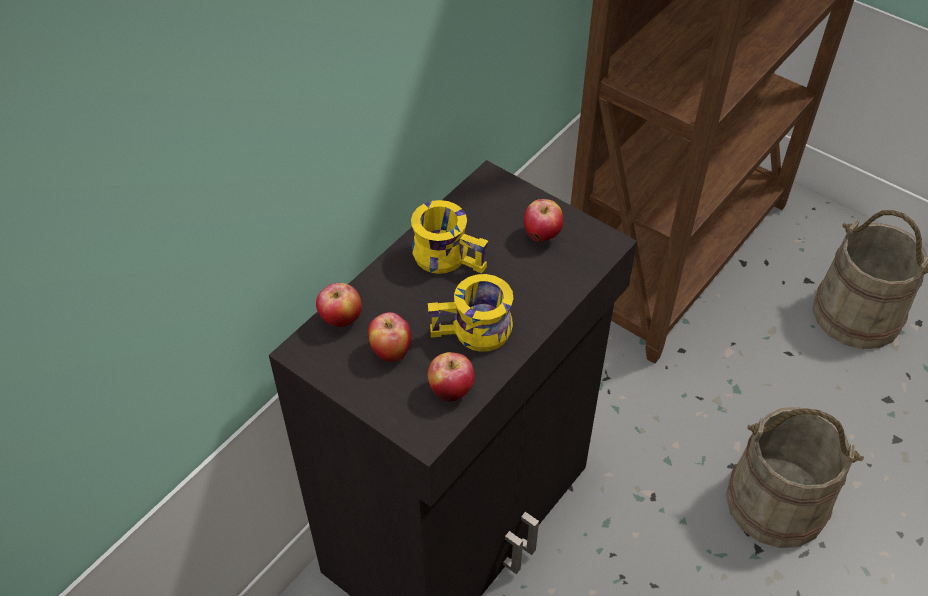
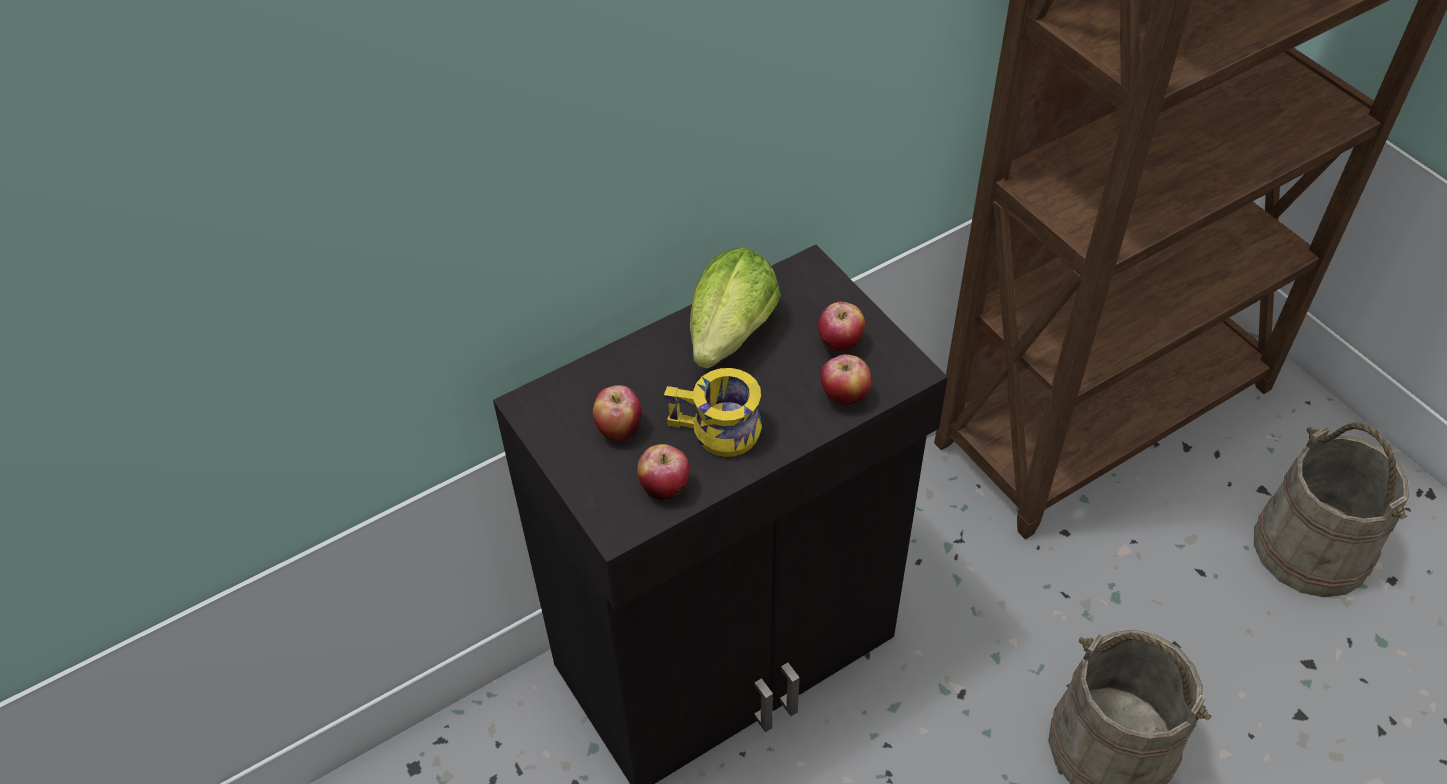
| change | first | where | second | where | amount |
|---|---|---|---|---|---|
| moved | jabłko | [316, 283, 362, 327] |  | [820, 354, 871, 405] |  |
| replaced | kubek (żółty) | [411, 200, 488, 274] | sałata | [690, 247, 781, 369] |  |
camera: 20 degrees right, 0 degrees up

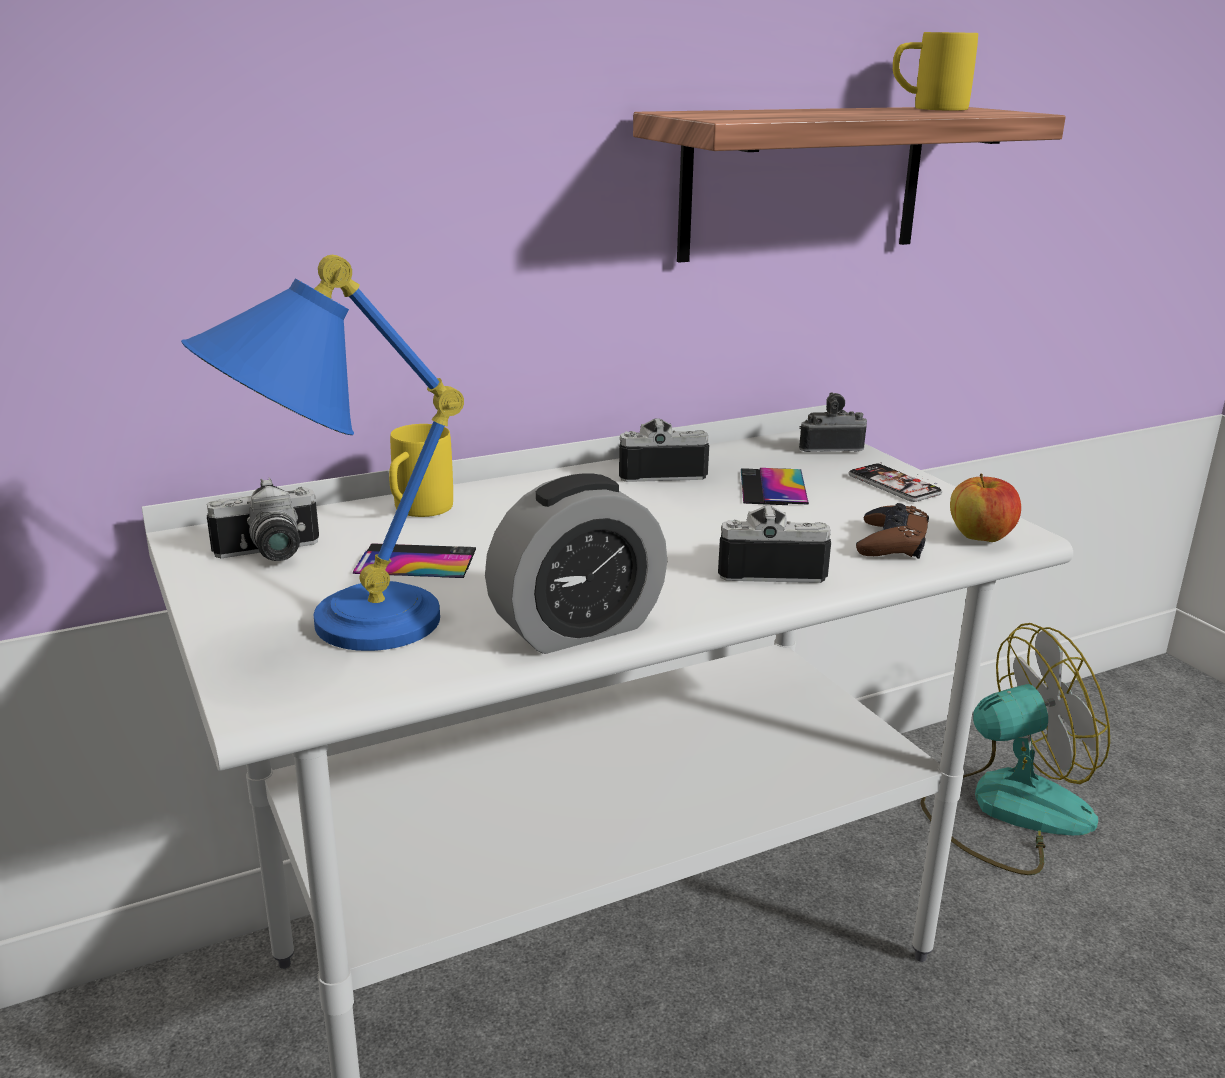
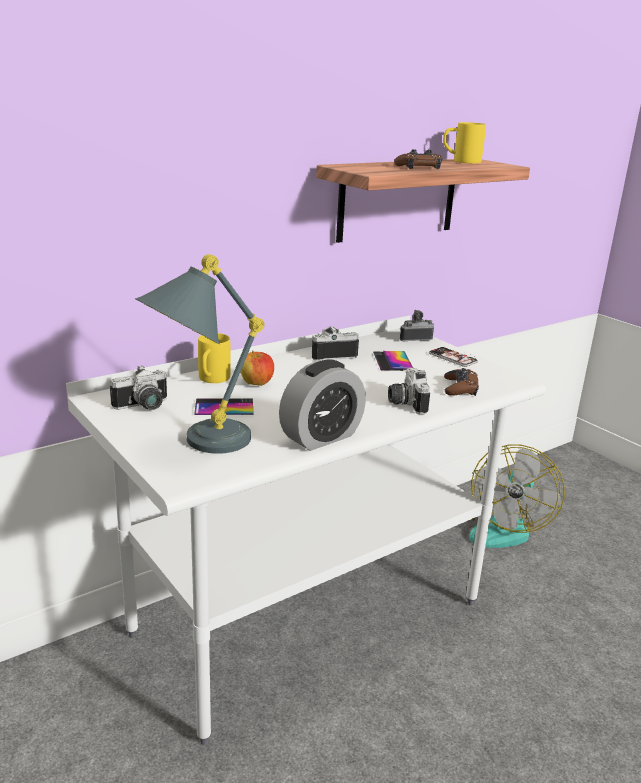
| change | first | where | second | where | amount |
|---|---|---|---|---|---|
| added |  |  | pad do gier (brązowy) | [394, 149, 442, 170] |  |
| moved | jabłko | [950, 473, 1021, 542] |  | [240, 350, 274, 386] |  |
| recoloured | lampa stołowa (niebieski) | [181, 255, 464, 651] | lampa stołowa (szary) | [135, 254, 265, 454] |  |
| turned | aparat fotograficzny | [718, 506, 831, 583] |  | [388, 368, 430, 414] | 90 degrees counterclockwise |
| turned | wentylator | [920, 623, 1110, 875] |  | [469, 444, 565, 548] | 135 degrees clockwise |
camera: 10 degrees left, 0 degrees up

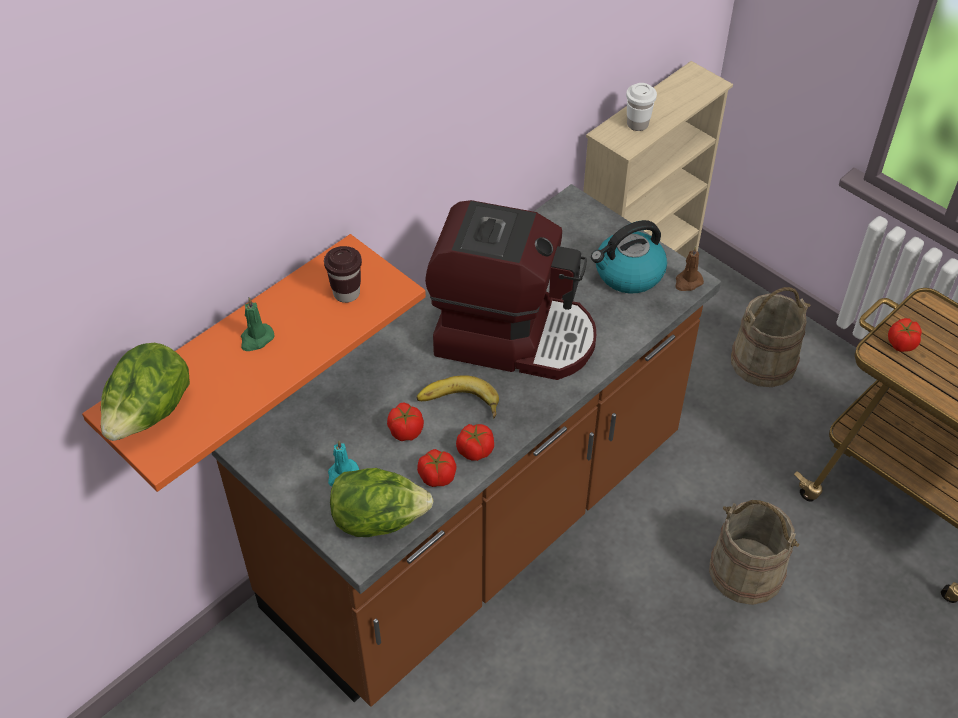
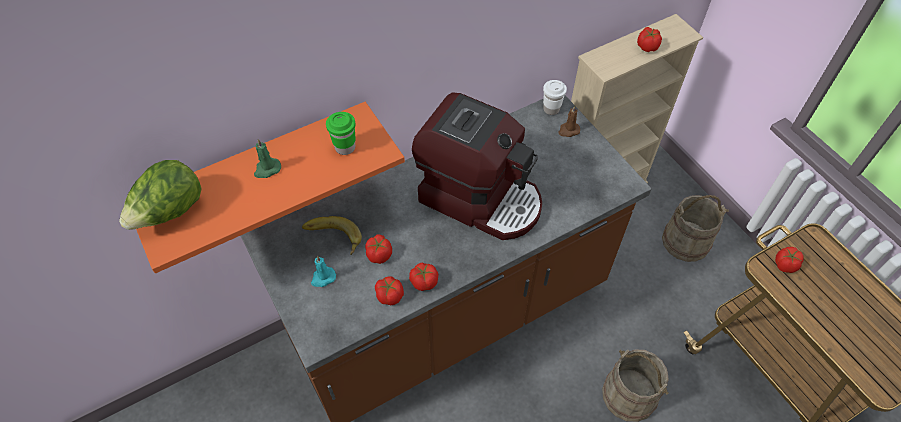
| change | first | where | second | where | amount |
|---|---|---|---|---|---|
| removed | sałata | [330, 468, 433, 537] |  |  |  |
| removed | czajnik | [591, 220, 667, 293] |  |  |  |
| added |  |  | pomidor | [637, 27, 662, 52] |  |
| moved | banan | [417, 375, 499, 418] |  | [302, 216, 362, 255] |  |
| moved | filiżanka (biały) | [626, 83, 657, 131] |  | [543, 80, 567, 115] |  |
| moved | świeca (brązowy) | [675, 246, 704, 291] |  | [558, 105, 580, 137] |  |
| recoloured | filiżanka (brązowy) | [324, 246, 362, 303] | filiżanka (zielony) | [326, 112, 356, 155] |  |
camera: 15 degrees right, 5 degrees up

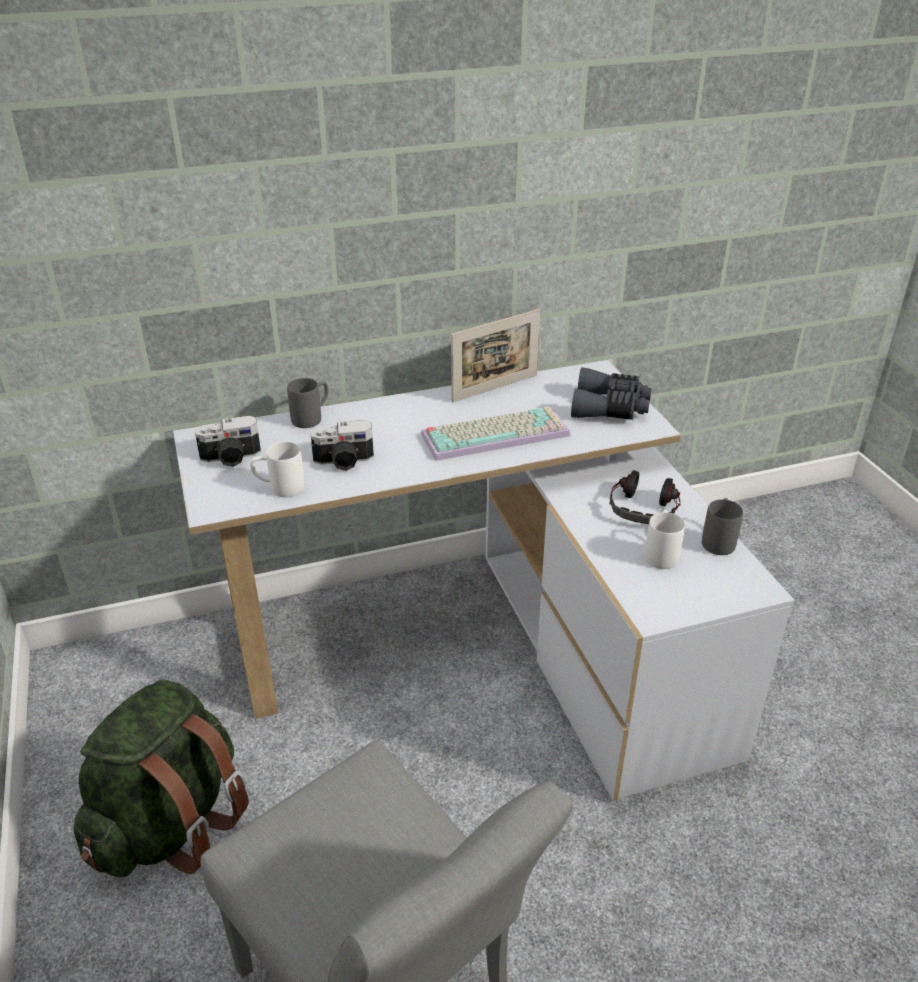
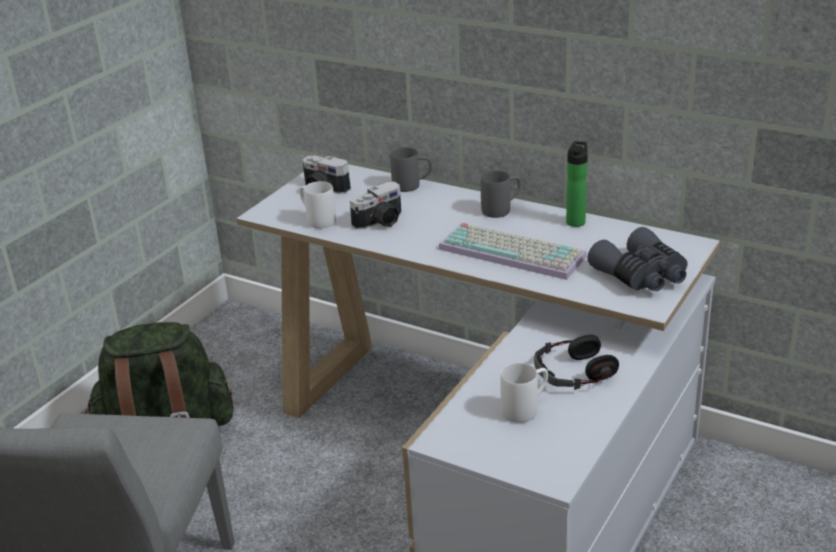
| change | first | where | second | where | amount |
|---|---|---|---|---|---|
| moved | kubek (szary) | [702, 498, 743, 555] |  | [481, 171, 521, 218] |  |
| replaced | ramka na zdjęcie | [451, 309, 540, 402] | butelka | [566, 141, 588, 227] |  |
| turned | aparat fotograficzny | [310, 420, 374, 471] |  | [350, 182, 401, 230] | 75 degrees counterclockwise |
camera: 50 degrees right, 5 degrees down

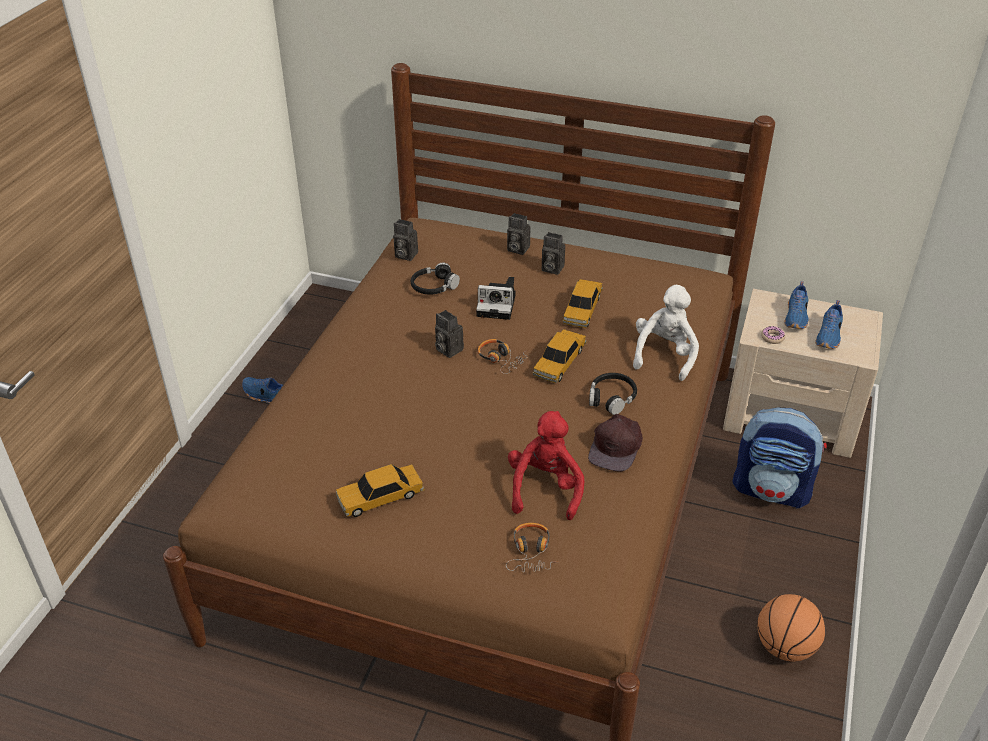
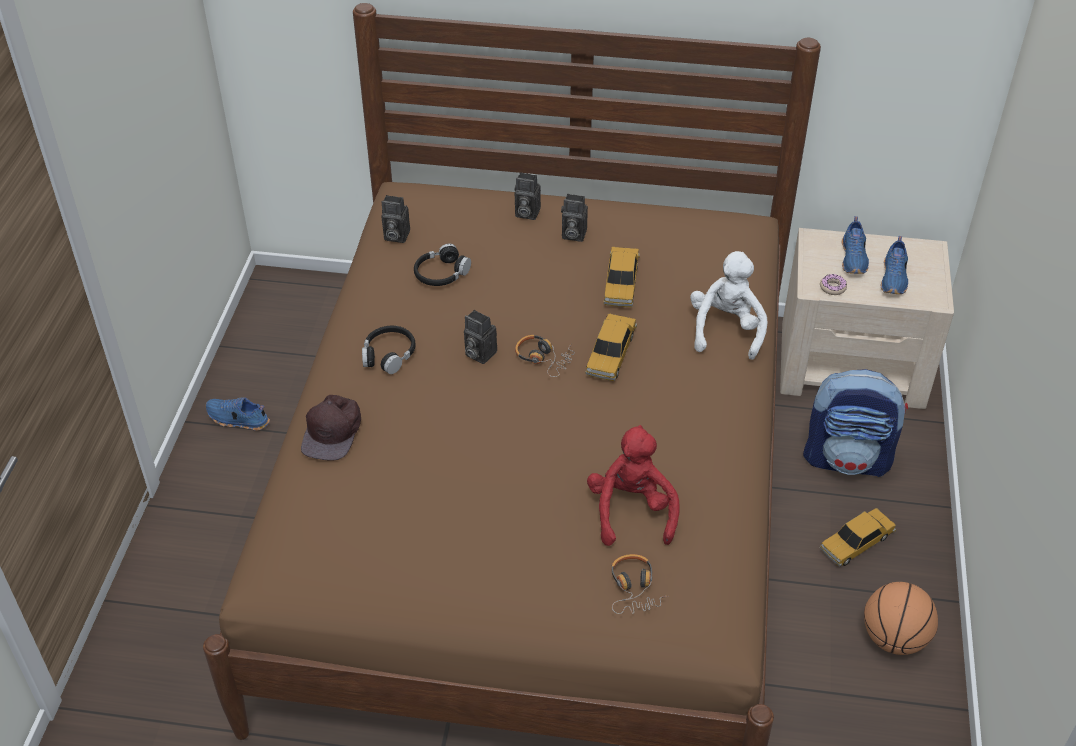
| change | first | where | second | where | amount |
|---|---|---|---|---|---|
| removed | aparat fotograficzny | [476, 277, 516, 320] |  |  |  |
| moved | samochodzik | [336, 464, 424, 517] |  | [820, 508, 896, 567] |  |
| moved | czapka z daszkiem (brązowy) | [588, 414, 643, 472] |  | [301, 395, 361, 461] |  |
| moved | słuchawki (czarny) | [589, 373, 637, 415] |  | [362, 326, 416, 374] |  |
camera: 10 degrees left, 5 degrees up

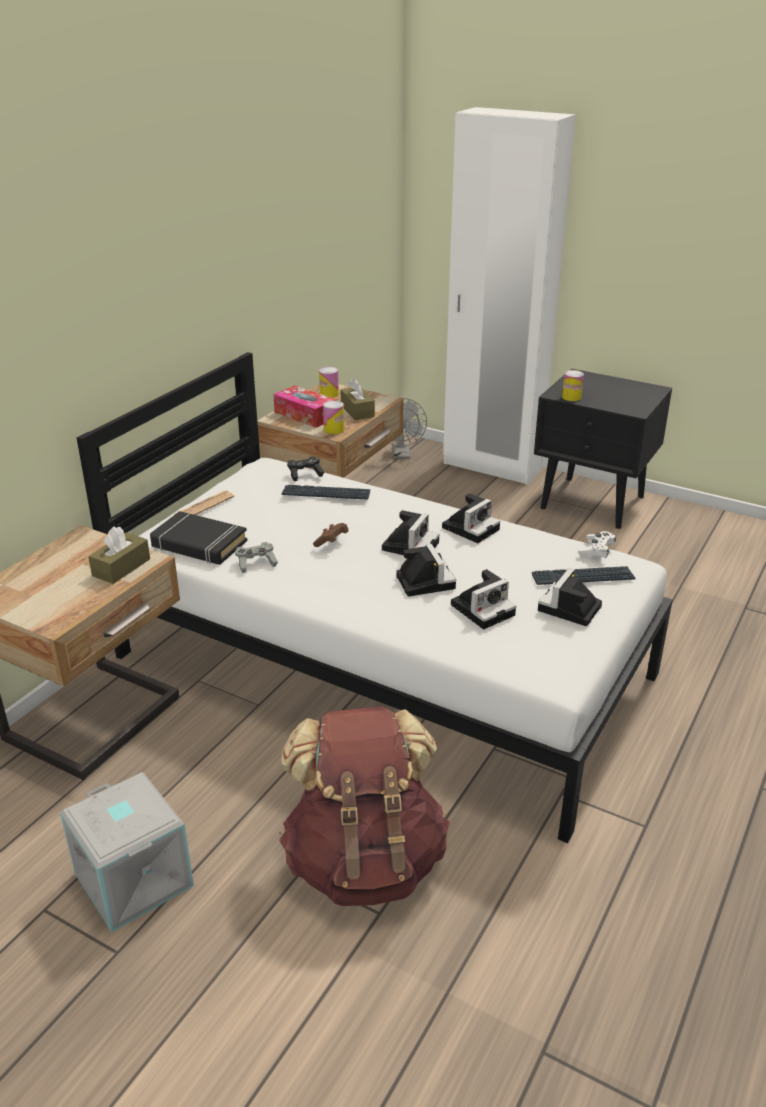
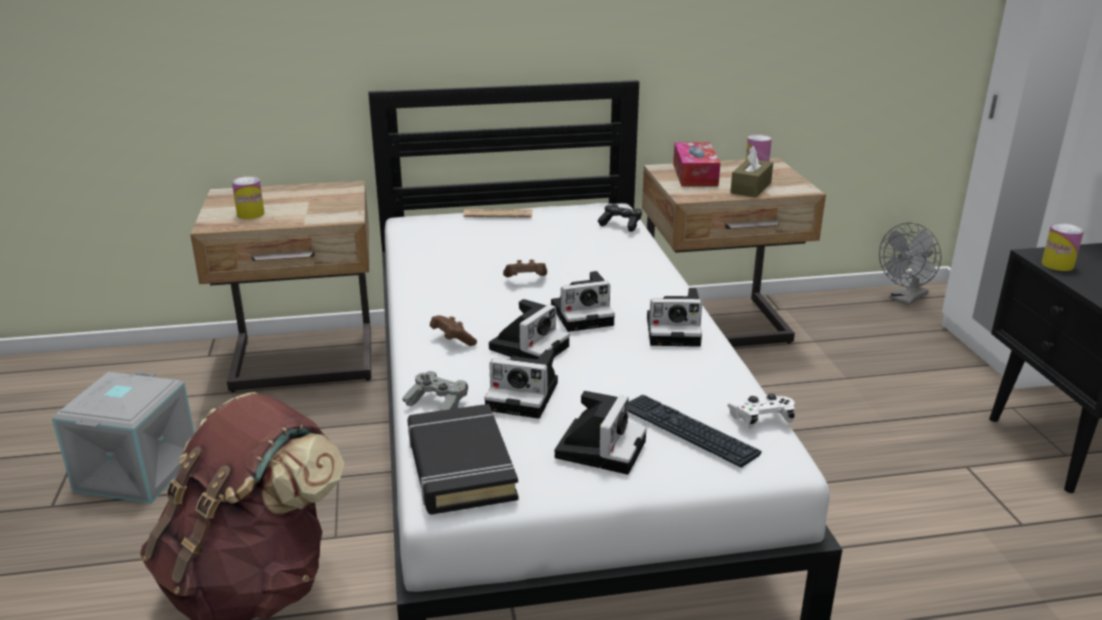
| change | first | where | second | where | amount |
|---|---|---|---|---|---|
| removed | pudełko chusteczek (brązowy) | [88, 526, 150, 584] |  |  |  |
| removed | klawiatura | [282, 485, 370, 500] |  |  |  |
| added |  |  | pad do gier (brązowy) | [430, 315, 477, 346] |  |
| moved | książka (czarny) | [150, 511, 247, 565] |  | [408, 404, 518, 515] |  |
| moved | pad do gier (szary) | [235, 542, 278, 573] |  | [402, 371, 468, 410] |  |
| moved | puszka | [323, 400, 344, 434] |  | [232, 176, 265, 219] |  |
| turned | aparat fotograficzny | [538, 568, 602, 626] |  | [554, 391, 647, 475] | 120 degrees clockwise |
camera: 50 degrees right, 5 degrees down

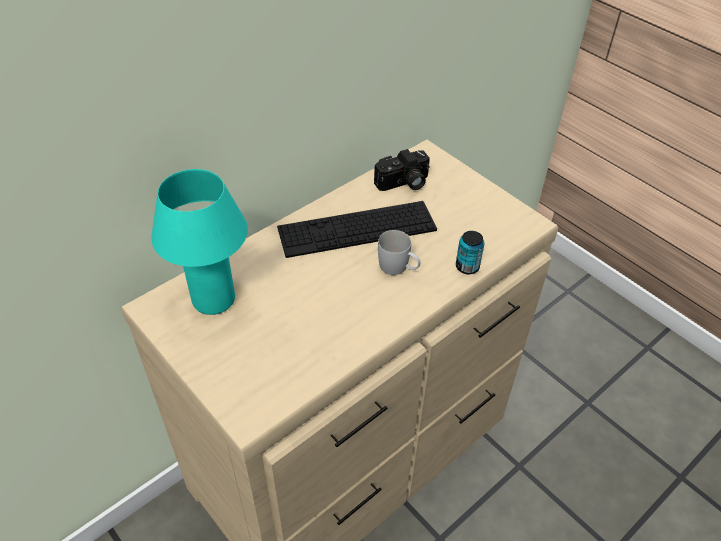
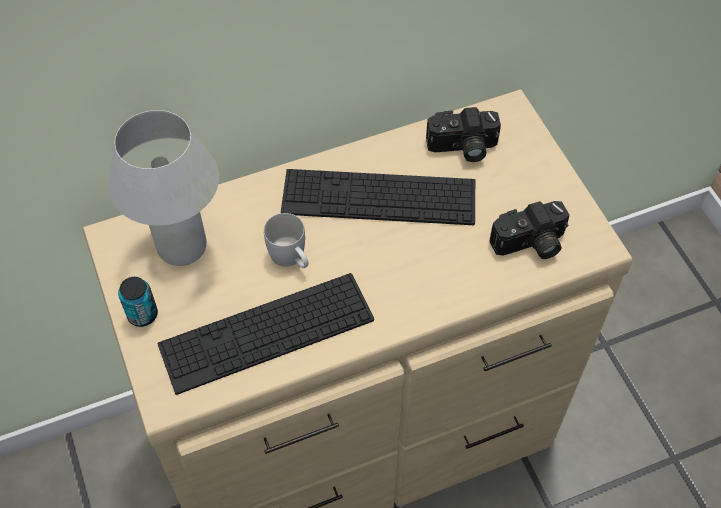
| change | first | where | second | where | amount |
|---|---|---|---|---|---|
| added |  |  | klawiatura | [157, 273, 374, 395] |  |
| added |  |  | aparat fotograficzny | [489, 201, 570, 259] |  |
| moved | kubek (biały) | [378, 230, 420, 275] |  | [264, 213, 309, 268] |  |
| moved | puszka | [456, 231, 484, 274] |  | [118, 277, 158, 327] |  |
| recoloured | lampa stołowa (turkusowy) | [151, 169, 248, 315] | lampa stołowa (biały) | [108, 110, 219, 266] |  |
camera: 20 degrees right, 10 degrees up

